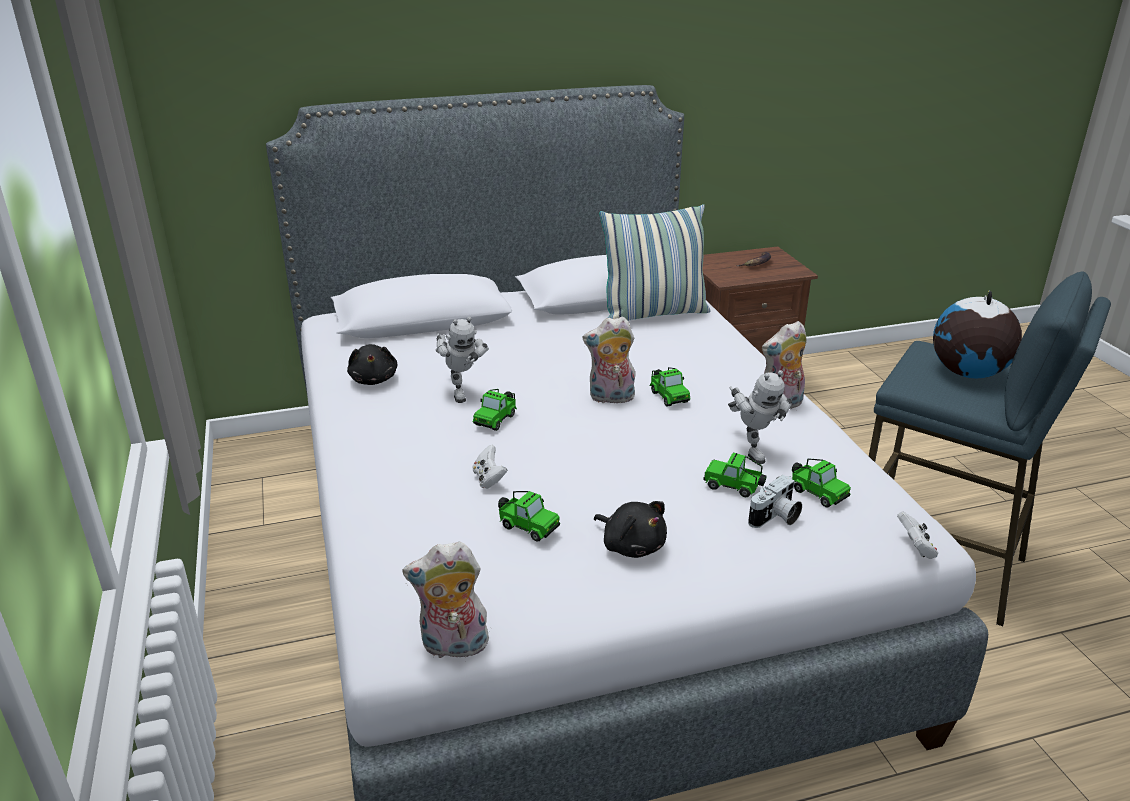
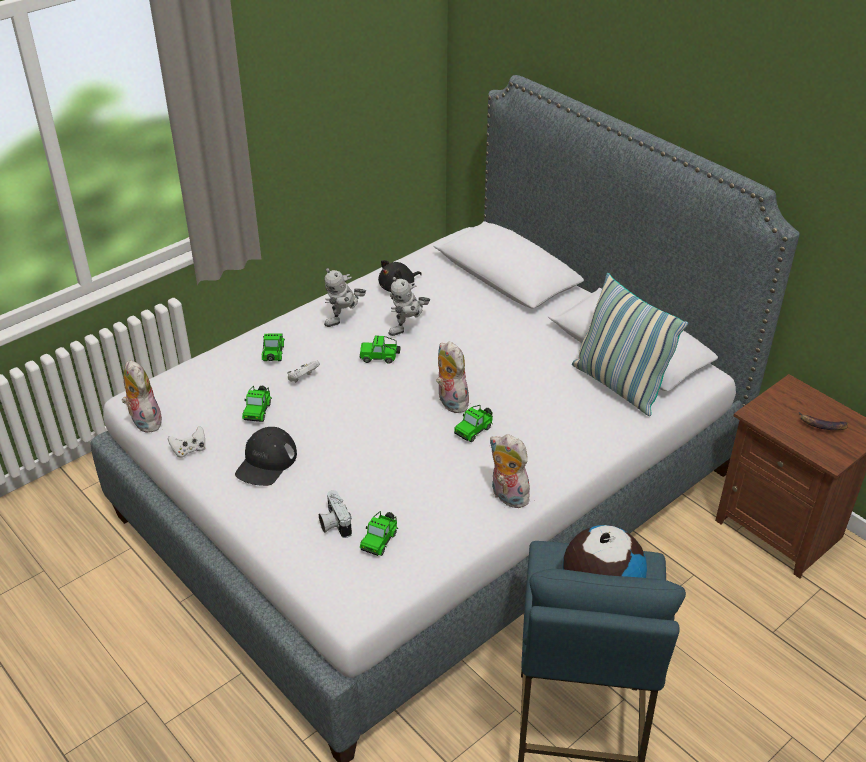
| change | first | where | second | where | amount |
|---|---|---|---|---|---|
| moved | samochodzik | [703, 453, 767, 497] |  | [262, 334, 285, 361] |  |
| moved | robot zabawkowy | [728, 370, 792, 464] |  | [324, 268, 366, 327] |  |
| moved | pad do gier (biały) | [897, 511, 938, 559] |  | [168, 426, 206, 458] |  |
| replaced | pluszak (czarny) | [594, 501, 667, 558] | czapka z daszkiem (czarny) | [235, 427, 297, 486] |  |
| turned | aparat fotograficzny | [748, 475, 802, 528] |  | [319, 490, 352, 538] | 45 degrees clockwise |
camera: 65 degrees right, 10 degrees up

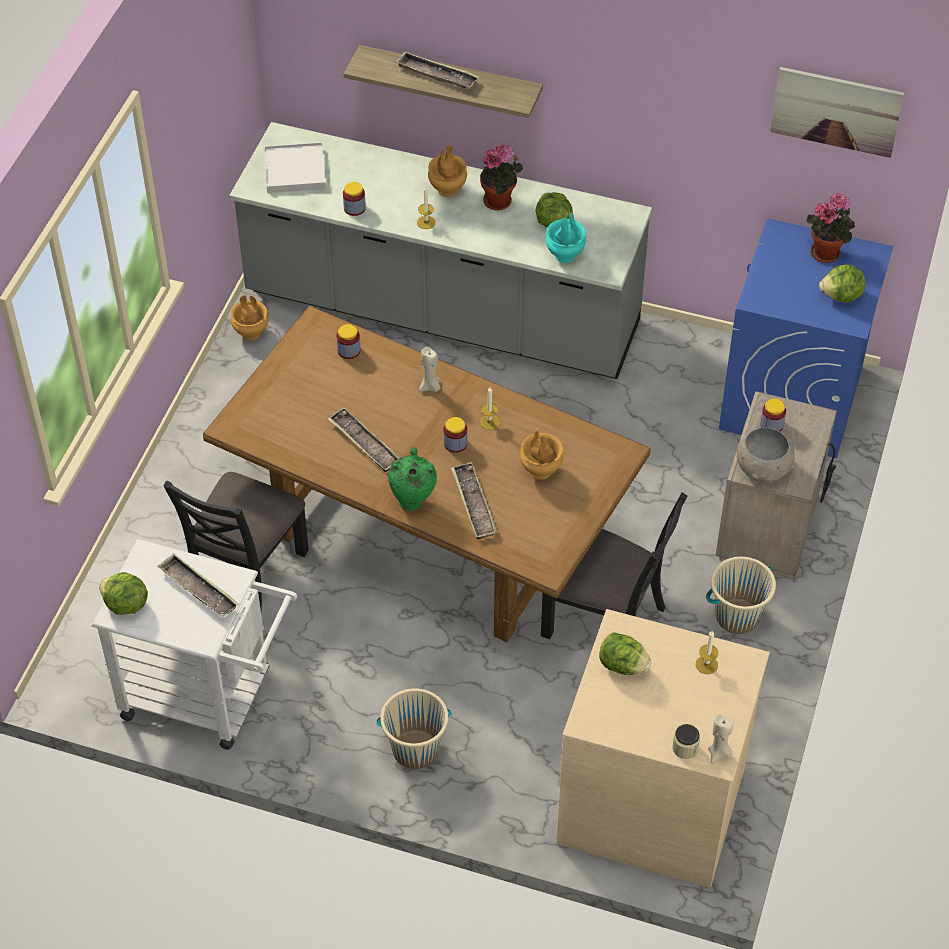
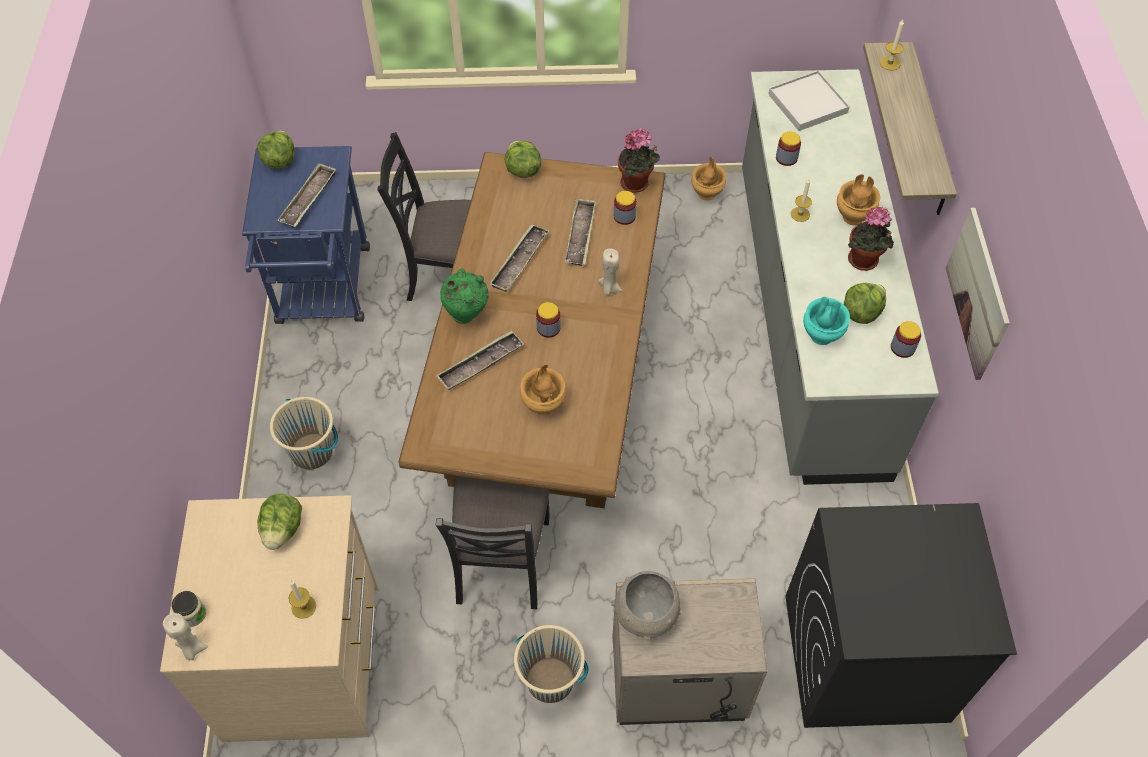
| change | first | where | second | where | amount |
|---|---|---|---|---|---|
| moved | taca | [396, 52, 479, 88] |  | [565, 198, 596, 266] |  |
| moved | świeca | [480, 387, 500, 430] |  | [880, 20, 904, 70] |  |
| moved | słoik | [760, 399, 786, 431] |  | [891, 321, 921, 358] |  |
| moved | obraz | [770, 67, 904, 158] |  | [946, 208, 1010, 380] |  |
| moved | roślina doniczkowa | [806, 192, 855, 263] |  | [618, 128, 660, 193] |  |
| moved | sałata | [819, 264, 865, 303] |  | [505, 141, 541, 178] |  |
| recoloured | wózek (biały) | [92, 539, 297, 750] | wózek (niebieski) | [242, 146, 370, 324] |  |
| recoloured | pralka (niebieski) | [719, 218, 893, 458] | pralka (czarny) | [786, 503, 1017, 728] |  |
camera: 70 degrees right, 5 degrees up

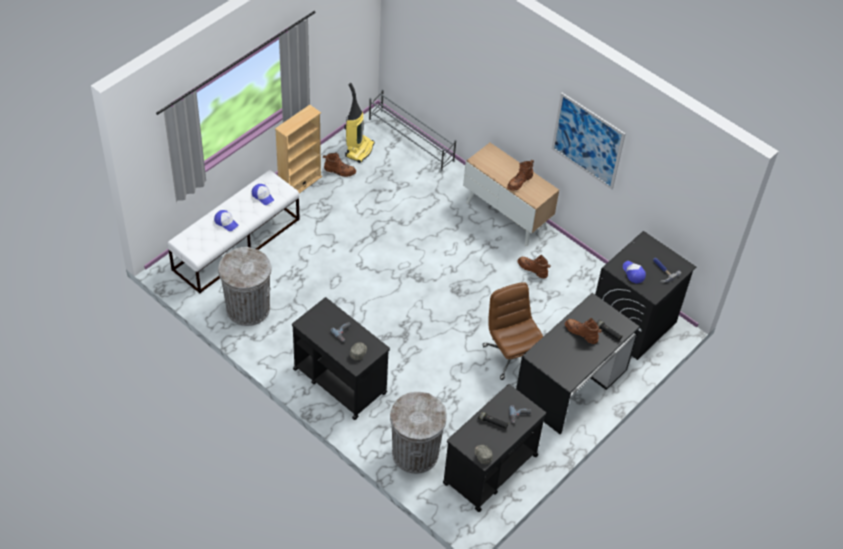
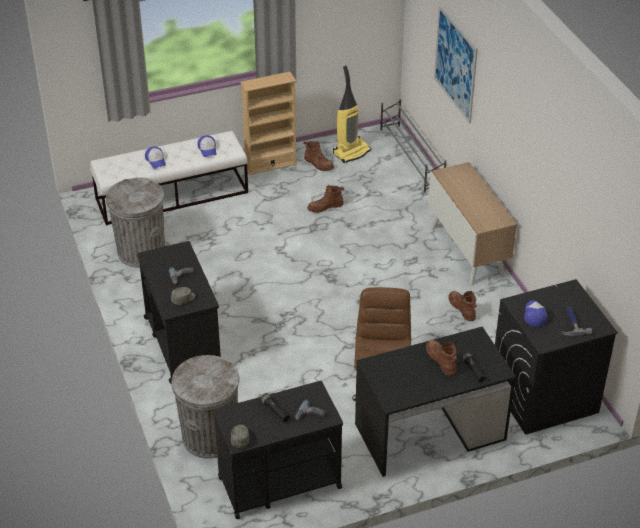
| change | first | where | second | where | amount |
|---|---|---|---|---|---|
| moved | but z cholewką (brązowy) | [507, 160, 534, 191] |  | [307, 184, 345, 213] |  |
| moved | obraz | [552, 93, 626, 189] |  | [434, 5, 478, 123] |  |
camera: 30 degrees right, 10 degrees down

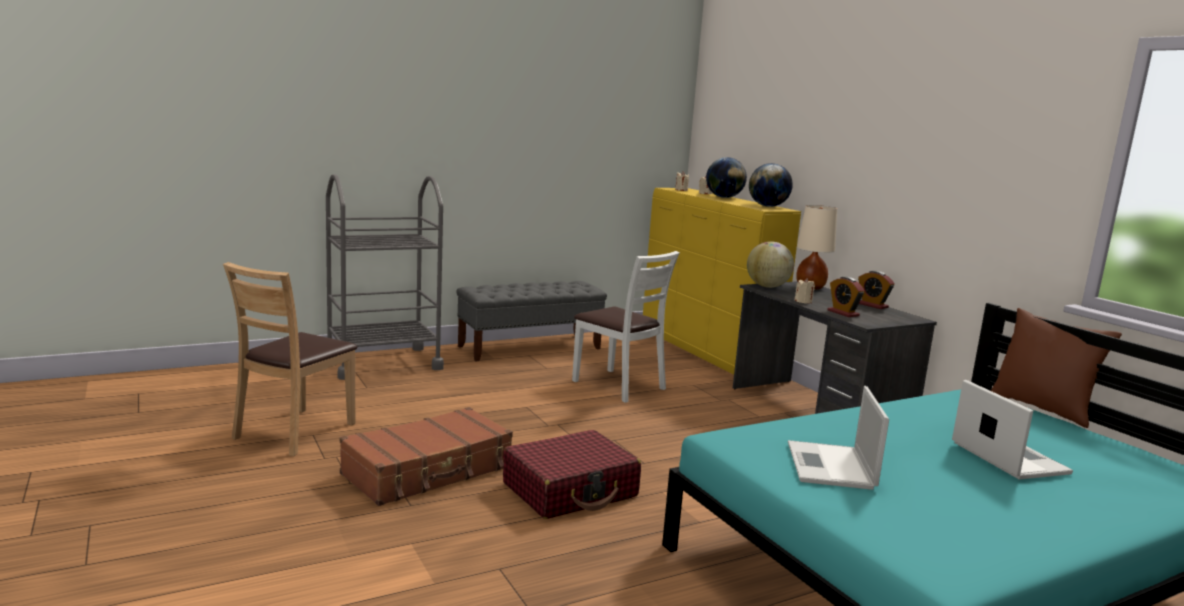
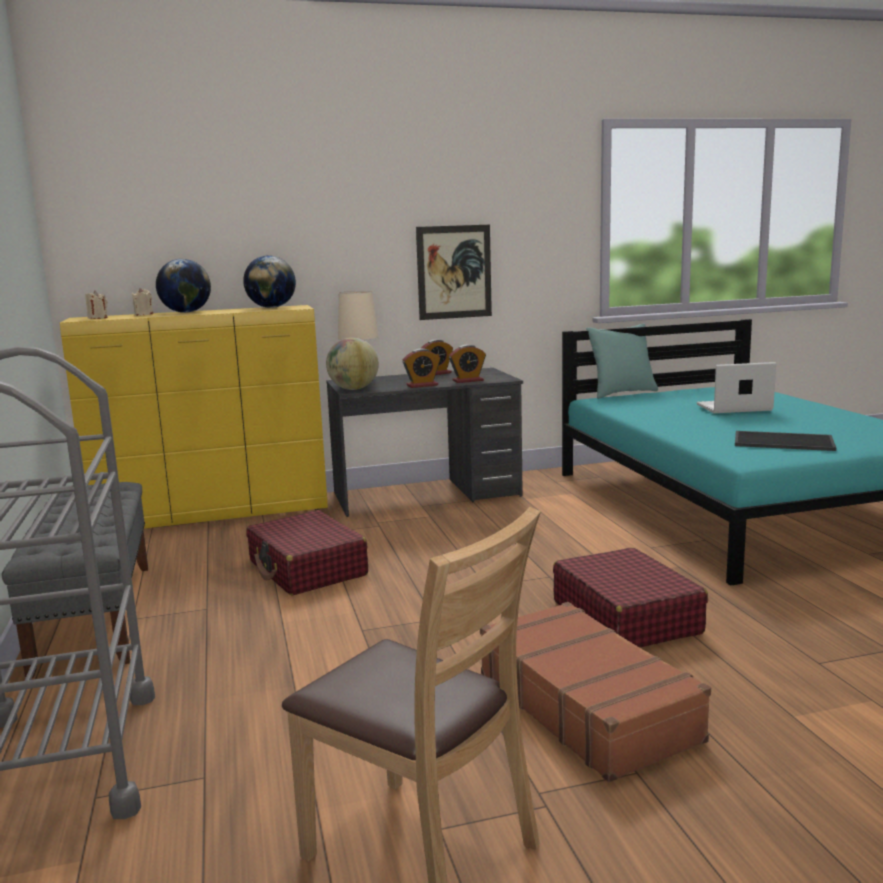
| change | first | where | second | where | amount |
|---|---|---|---|---|---|
| added |  |  | obraz | [416, 225, 492, 320] |  |
| replaced | krzesło (biały) | [572, 251, 679, 403] | walizka (czerwony) | [246, 510, 368, 596] |  |
| replaced | laptop | [788, 386, 889, 490] | taca | [735, 431, 836, 451] |  |
| replaced | świeca (beżowy) | [794, 278, 815, 304] | budzik | [402, 349, 440, 388] |  |
| recoloured | poduszka (brązowy) | [991, 308, 1122, 428] | poduszka (turkusowy) | [586, 324, 658, 399] |  |
camera: 75 degrees left, 0 degrees up

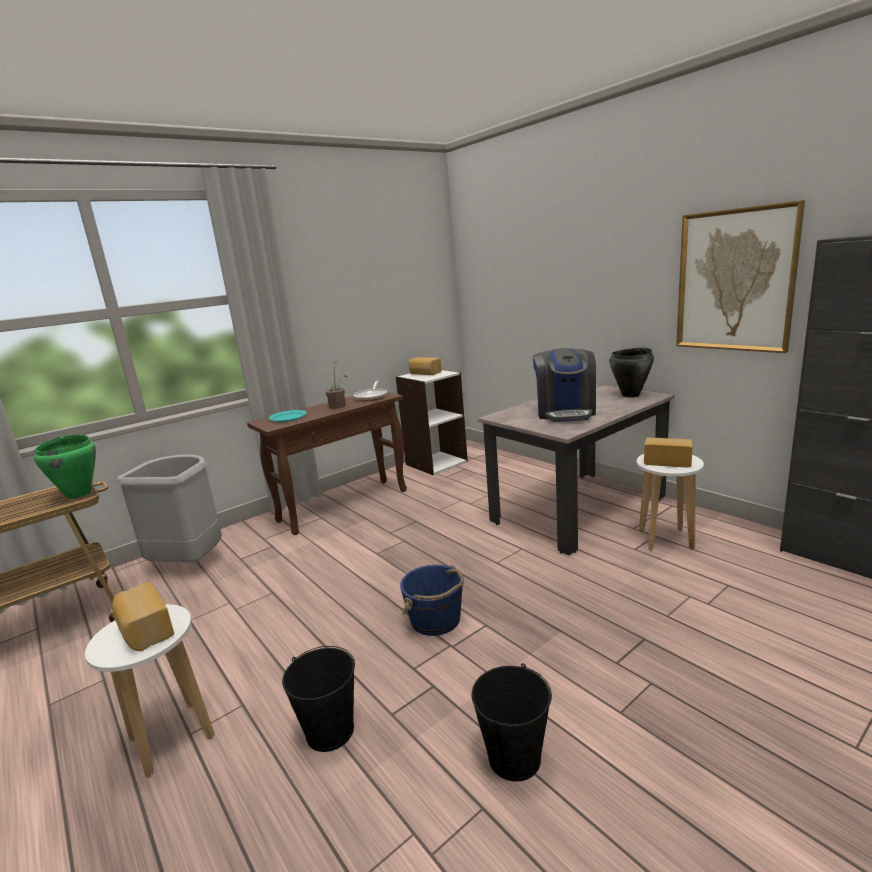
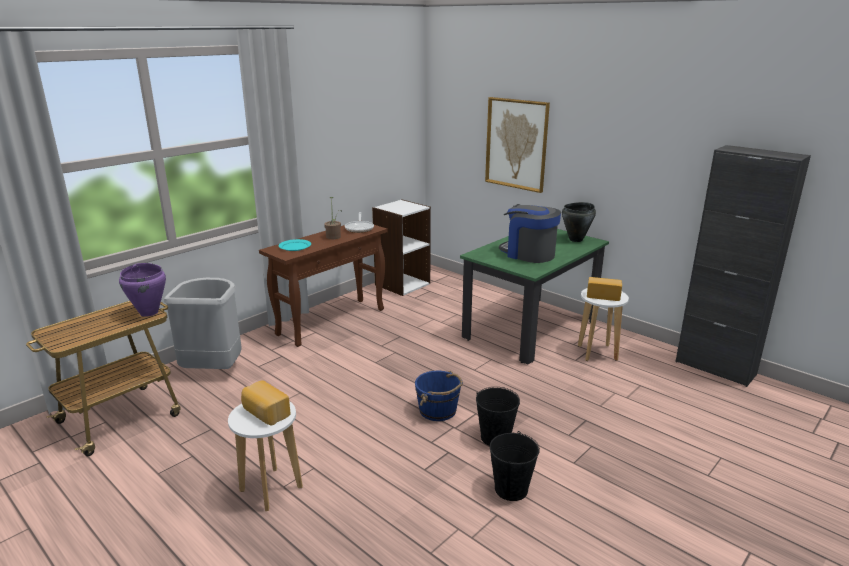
| change | first | where | second | where | amount |
|---|---|---|---|---|---|
| removed | chleb | [409, 357, 441, 375] |  |  |  |
| moved | wiadro (czarny) | [282, 646, 355, 752] |  | [476, 387, 520, 446] |  |
| moved | obraz | [676, 200, 805, 353] |  | [485, 97, 550, 193] |  |
| recoloured | garnek (zielony) | [34, 434, 96, 499] | garnek (fioletowy) | [119, 263, 166, 317] |  |
| recoloured | stół jadalny (beżowy) | [478, 384, 675, 556] | stół jadalny (zielony) | [460, 229, 609, 364] |  |
| turned | ekspres do kawy | [532, 348, 596, 422] |  | [499, 204, 561, 263] | 135 degrees clockwise |
camera: 10 degrees left, 5 degrees up

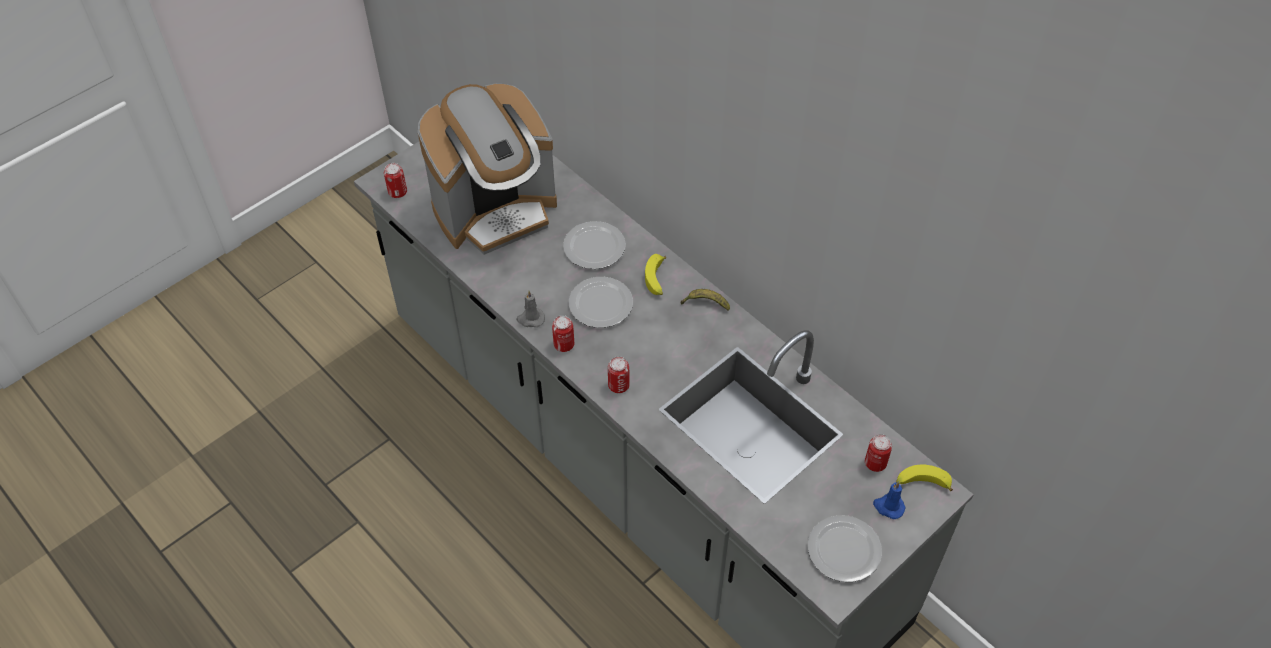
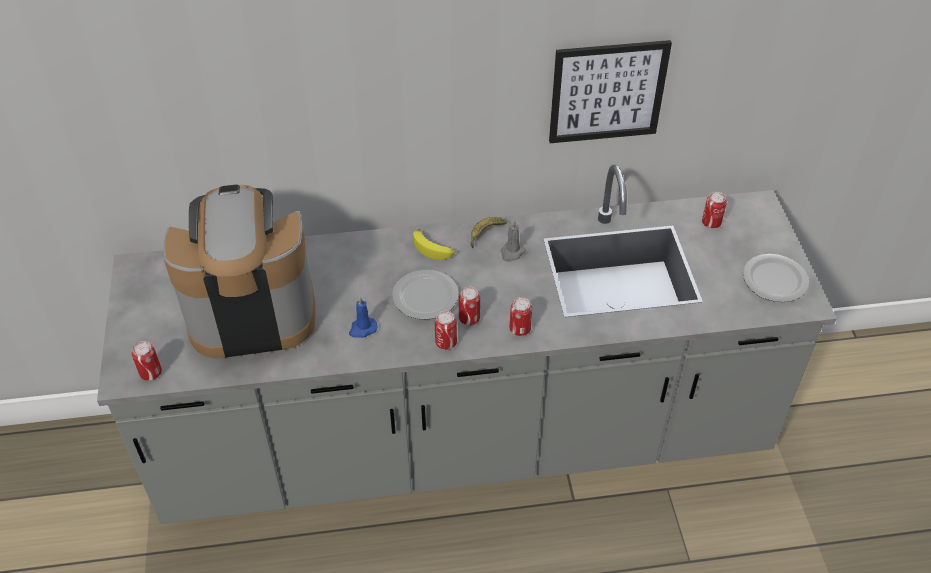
| change | first | where | second | where | amount |
|---|---|---|---|---|---|
| removed | talerz | [563, 221, 626, 269] |  |  |  |
| removed | banan | [896, 465, 953, 491] |  |  |  |
| added |  |  | puszka | [459, 287, 480, 325] |  |
| added |  |  | obraz | [549, 40, 672, 143] |  |
| moved | świeca (szary) | [516, 291, 545, 327] |  | [501, 220, 526, 262] |  |
| moved | świeca (niebieski) | [873, 481, 905, 519] |  | [349, 297, 378, 338] |  |
| turned | ekspres do kawy | [418, 84, 557, 255] |  | [163, 184, 315, 358] | 105 degrees counterclockwise |
camera: 55 degrees left, 5 degrees down

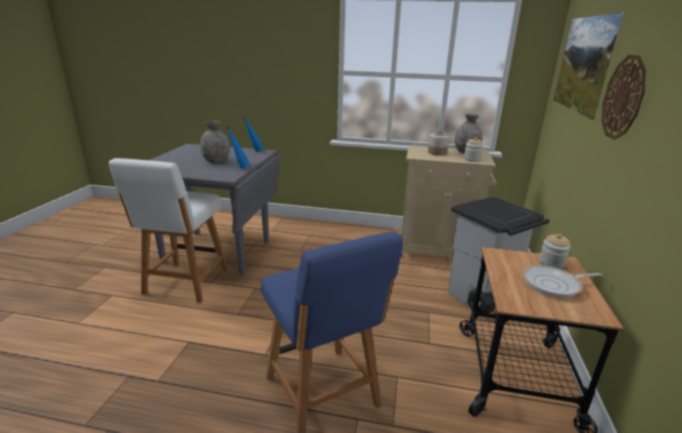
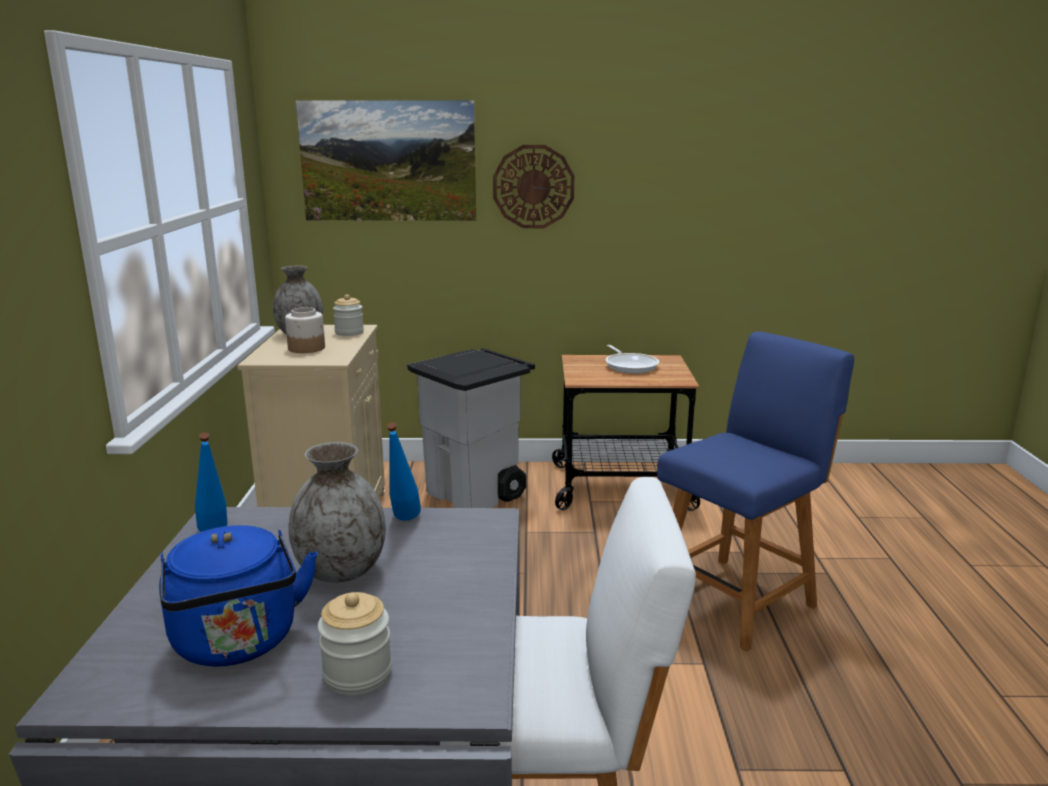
| change | first | where | second | where | amount |
|---|---|---|---|---|---|
| added |  |  | czajnik (niebieski) | [159, 525, 317, 667] |  |
| moved | słoik | [539, 234, 571, 269] |  | [318, 592, 392, 695] |  |
camera: 100 degrees left, 5 degrees down

